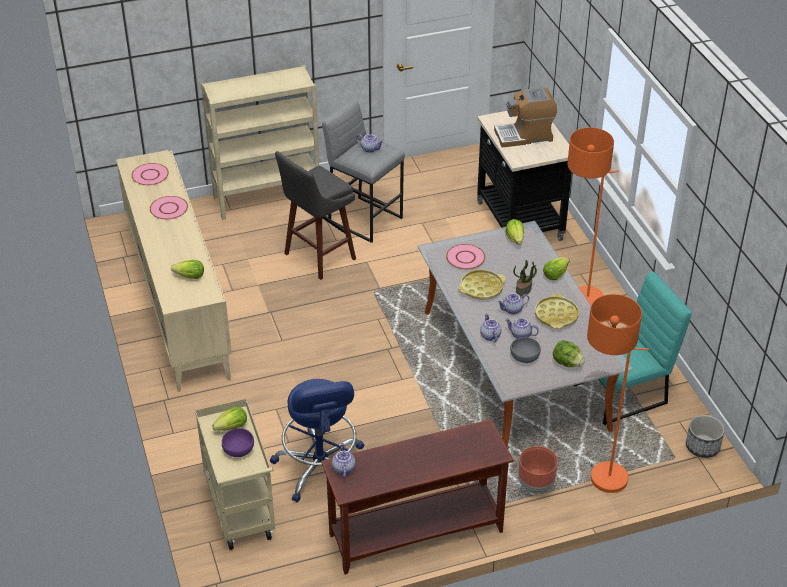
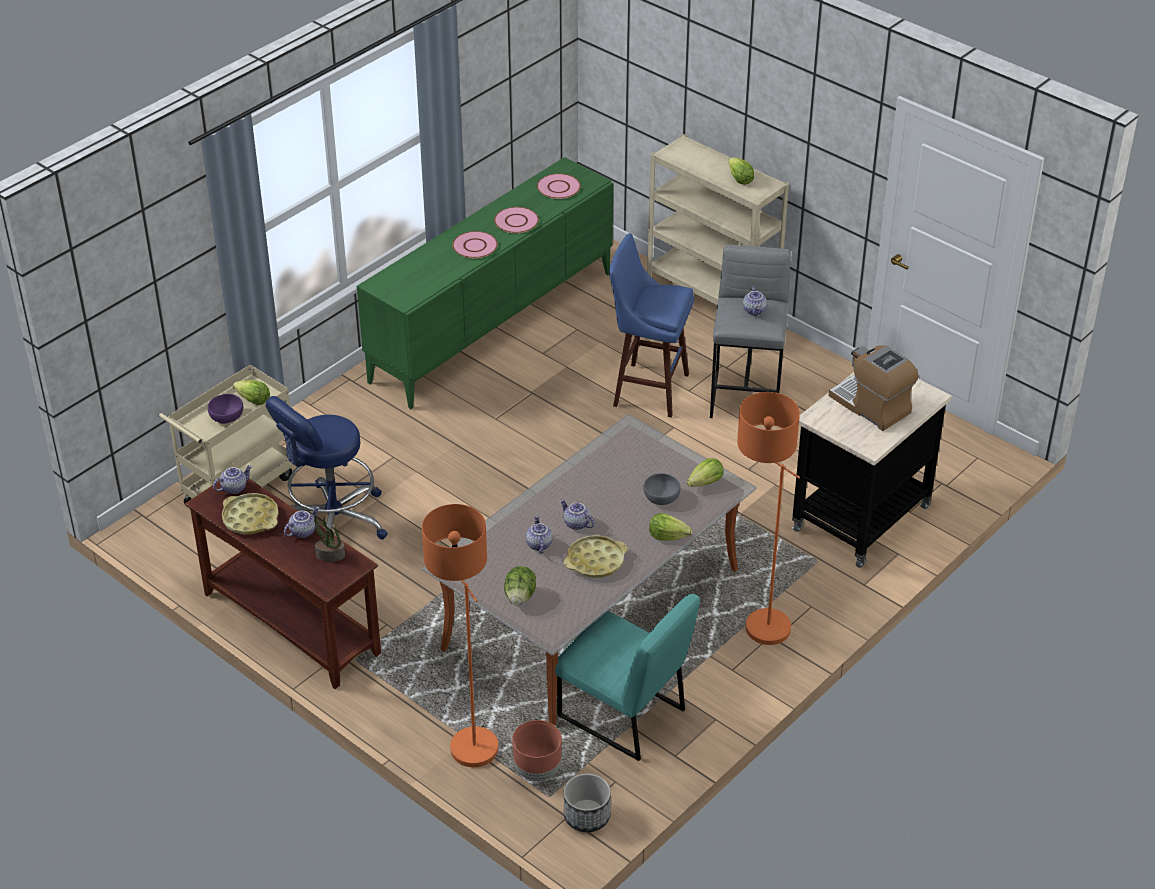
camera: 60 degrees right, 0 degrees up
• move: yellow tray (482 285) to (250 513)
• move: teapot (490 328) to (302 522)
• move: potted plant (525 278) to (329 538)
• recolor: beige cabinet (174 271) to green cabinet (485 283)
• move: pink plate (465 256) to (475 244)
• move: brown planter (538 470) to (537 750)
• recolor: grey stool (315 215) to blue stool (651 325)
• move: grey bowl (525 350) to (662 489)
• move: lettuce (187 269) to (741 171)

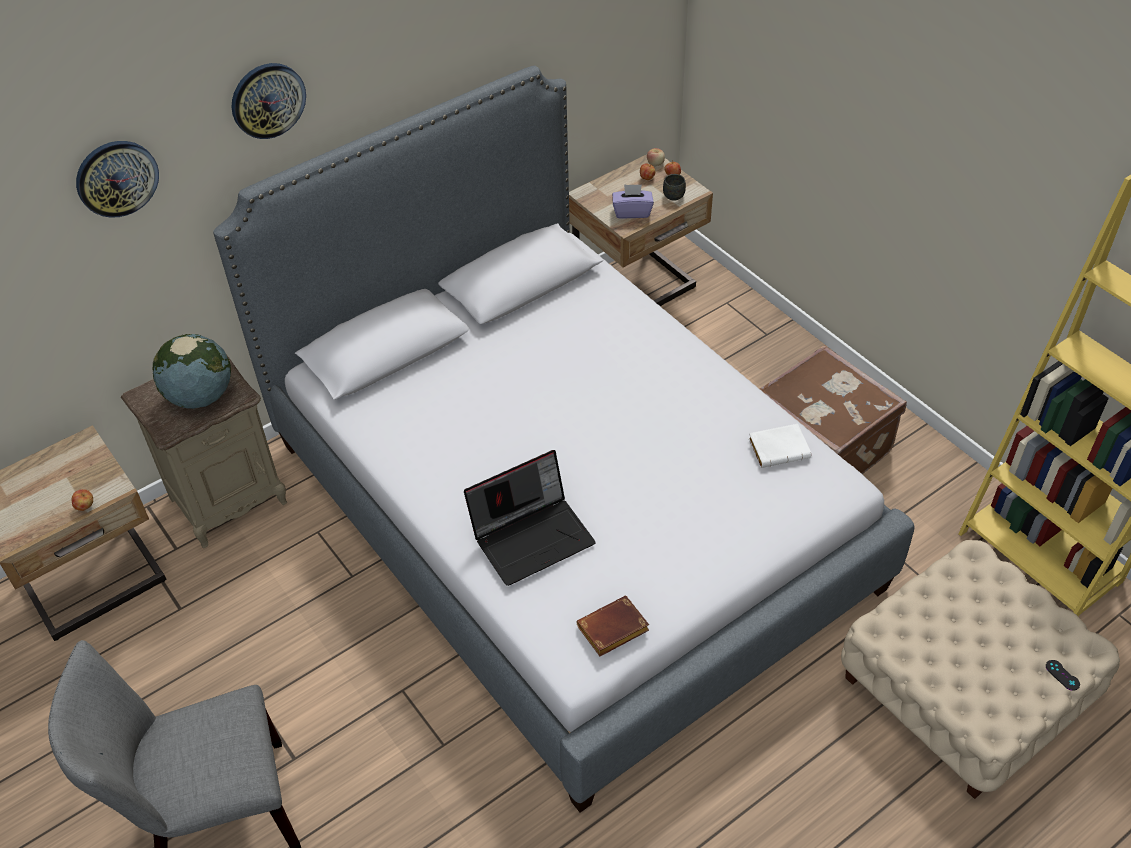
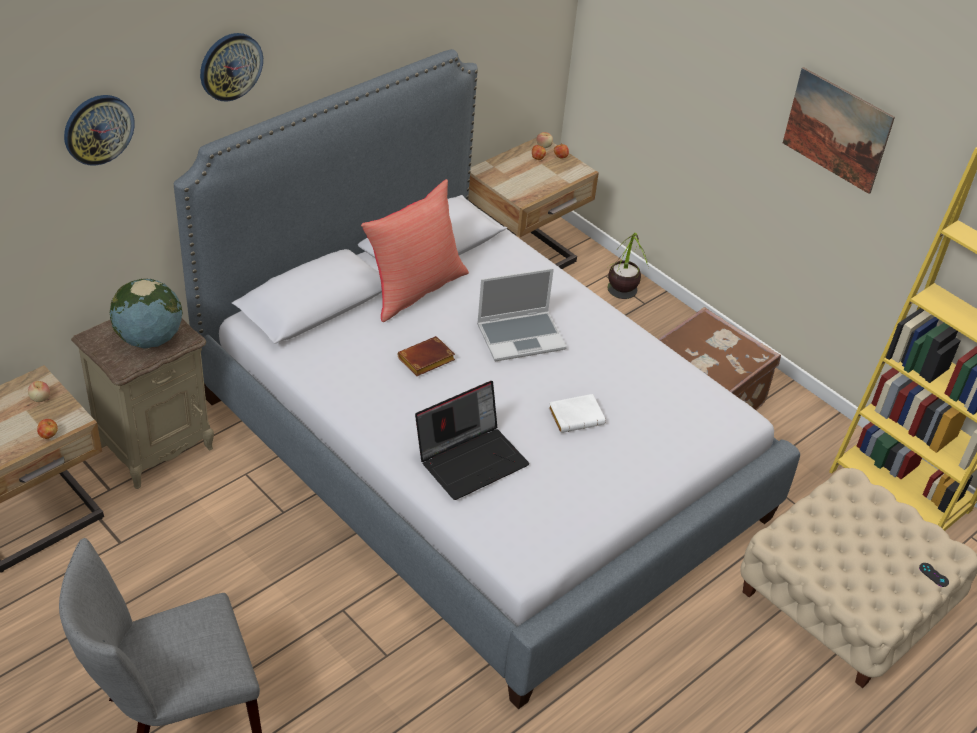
camera: 10 degrees left, 5 degrees down
• insert: apple (39 391)
• insert: red pillow (415 250)
• move: brown book (612 626) to (426 356)
• insert: laptop (522 314)
• move: white book (779 446) to (577 413)
• insert: potted plant (628 266)
• insert: picture (839 130)
• delete: purple tissue box (633 201)
• delete: grey mug (674 187)

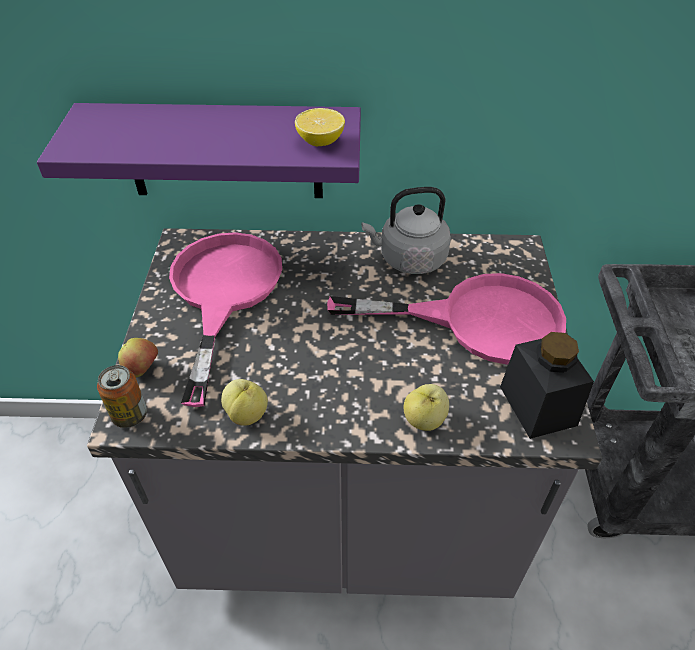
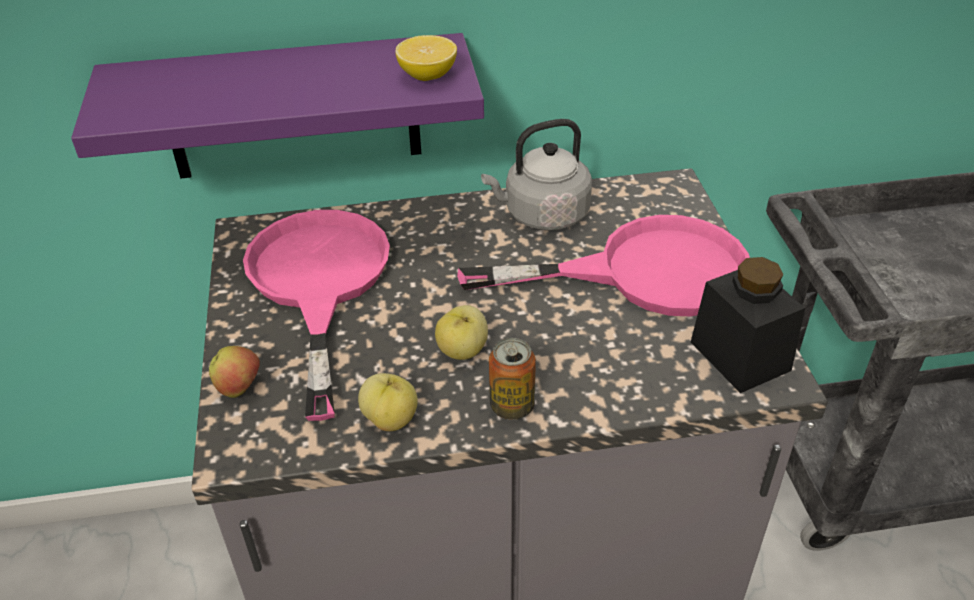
camera: 10 degrees left, 5 degrees down
• move: apple (426 407) to (461 332)
• move: can (122 396) to (512 379)

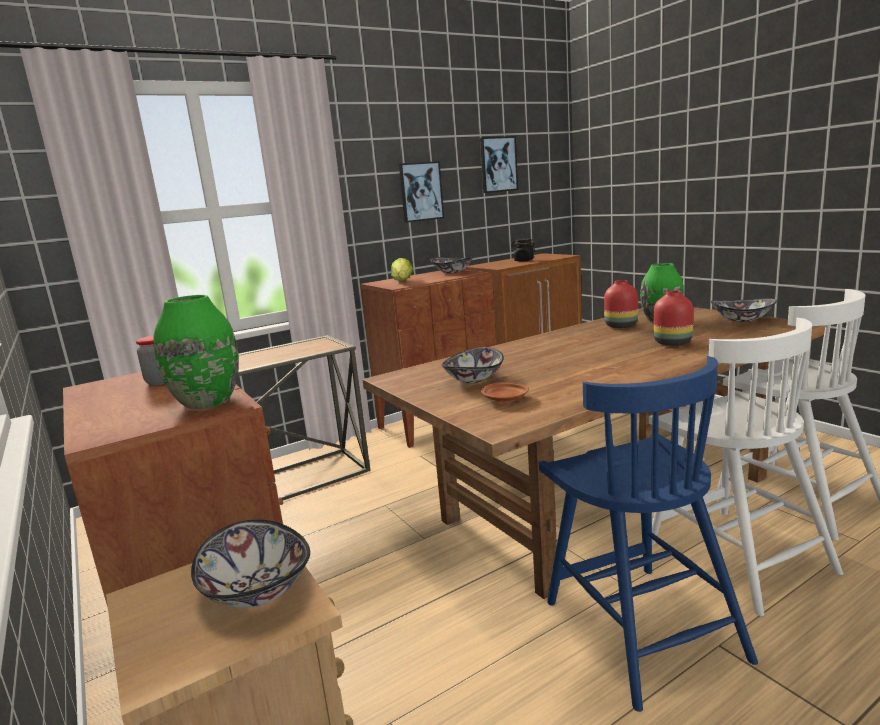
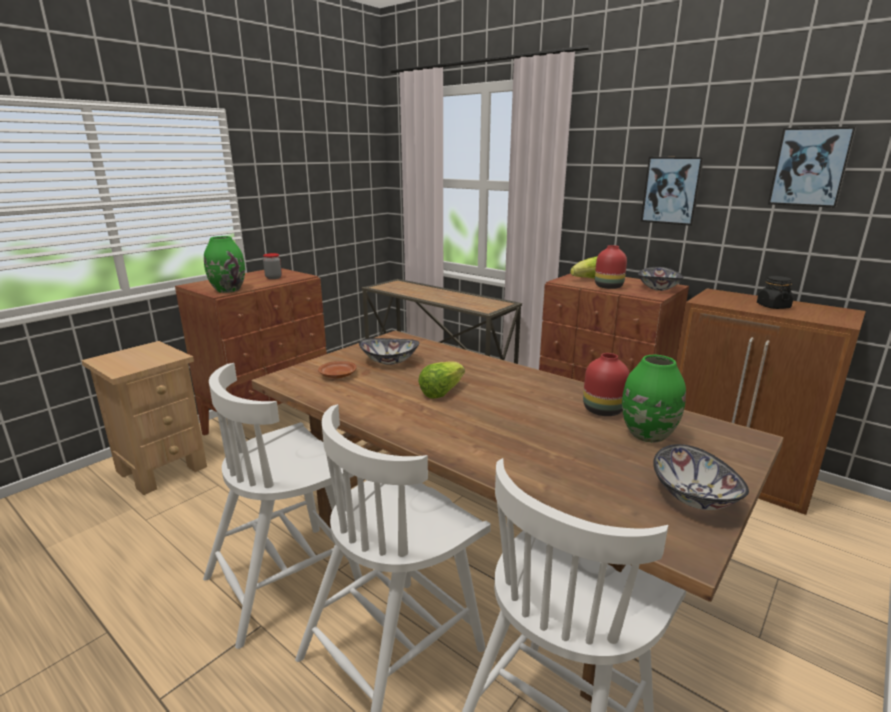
camera: 70 degrees right, 5 degrees up
• recolor: blue chair (648 534) to white chair (282 506)
• insert: lettuce (441 380)
• move: red vase (673 318) to (611 267)
• delete: bowl (250 564)

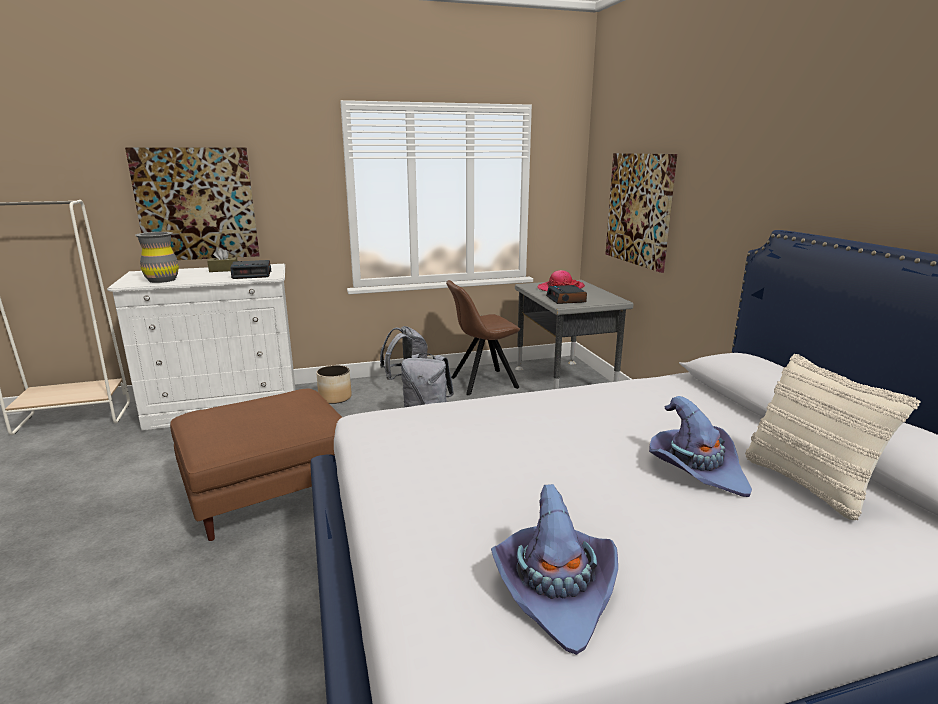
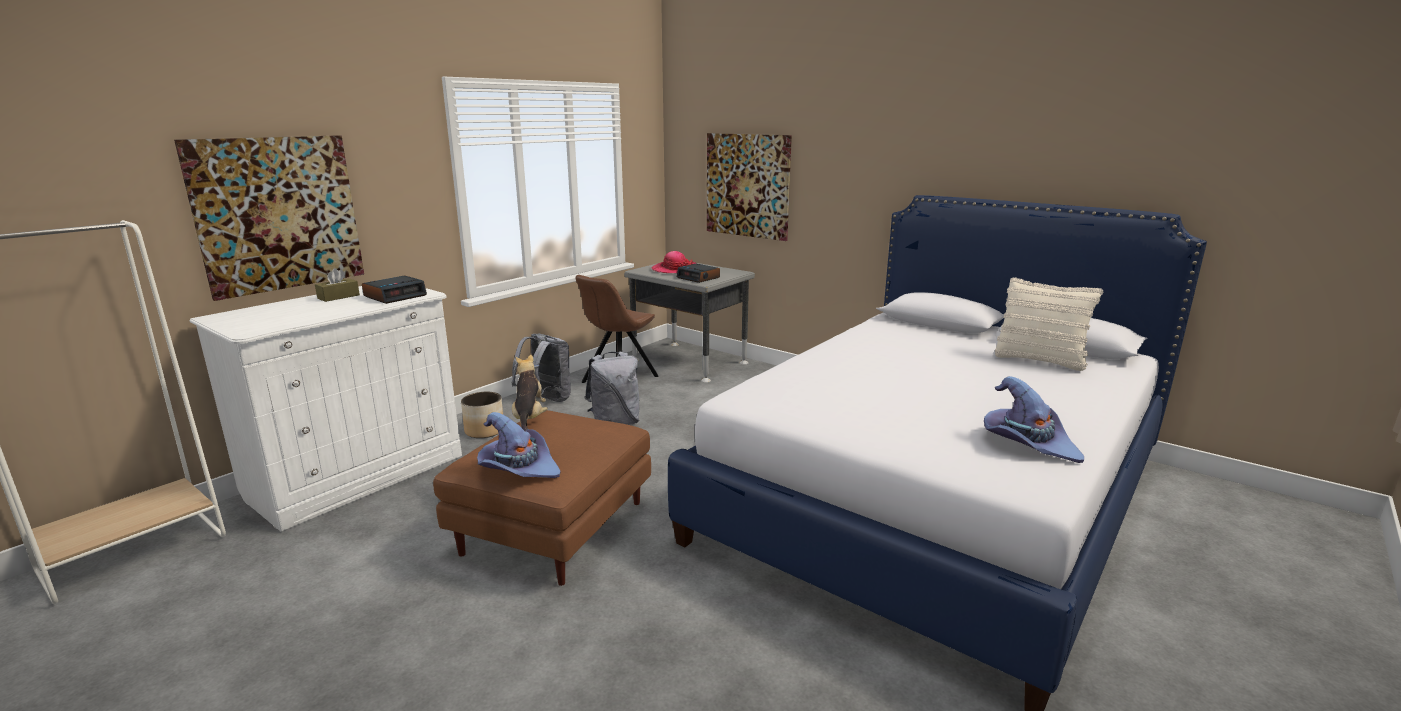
camera: 35 degrees left, 0 degrees up
• move: purple hat (700 446) to (518 445)
• insert: plush toy (530 392)
• delete: grey vase (157 257)

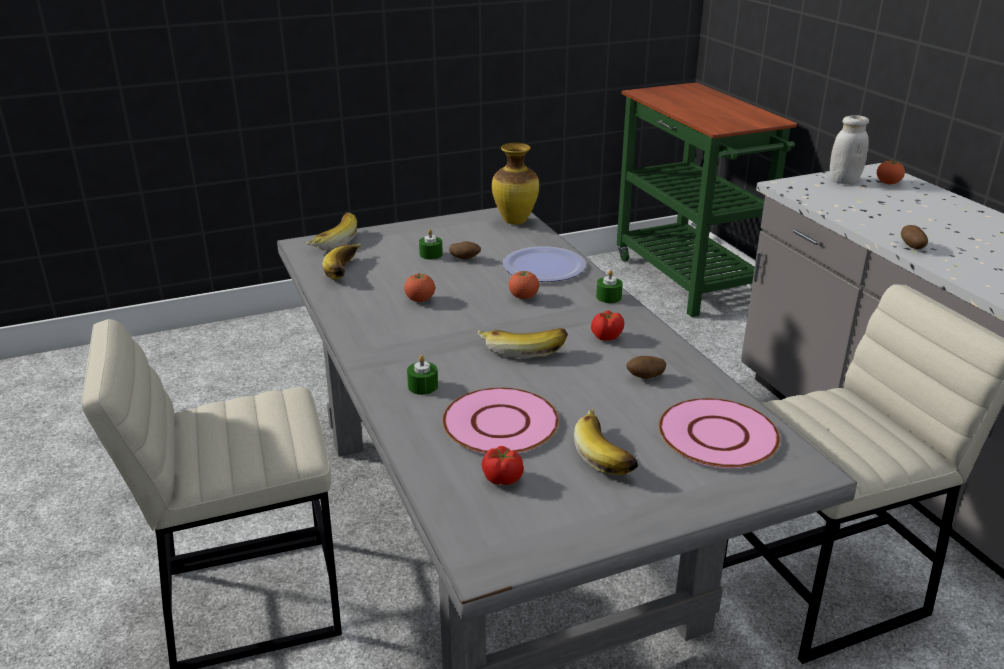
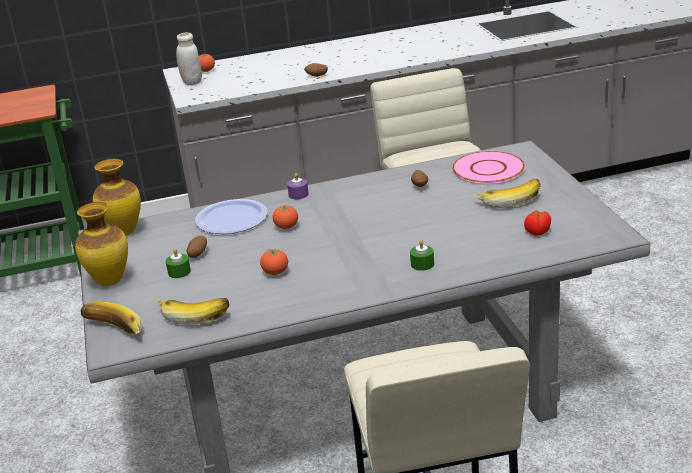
camera: 80 degrees left, 0 degrees up
• insert: vase (101 244)
• recolor: green candle (609 286) to purple candle (298 186)
• delete: pink plate (500 421)
• delete: banana (522 343)
• delete: tomato (607 325)

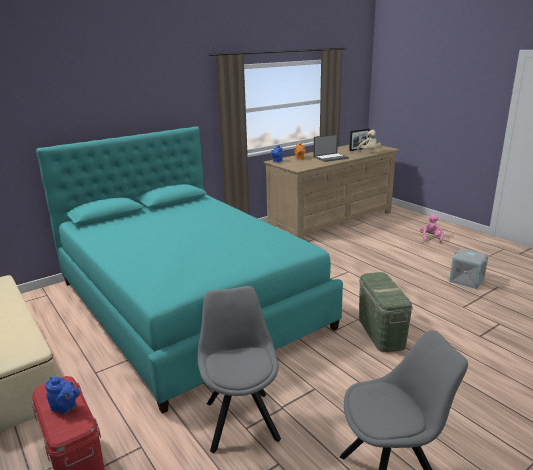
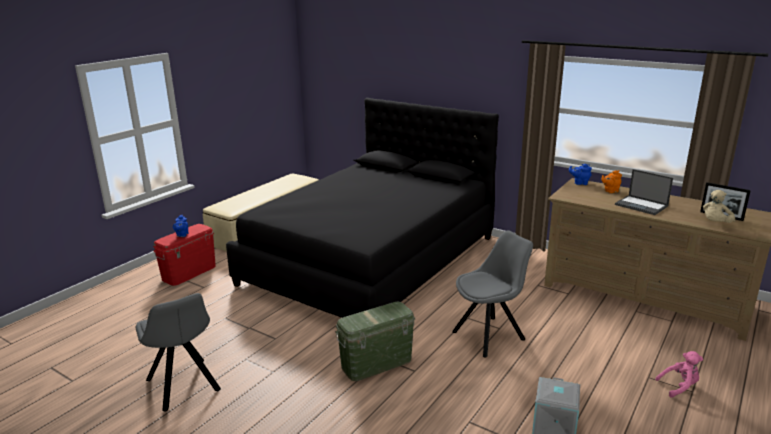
camera: 70 degrees right, 0 degrees up
• recolor: turquoise bed (189 270) to black bed (362 208)
• move: grey chair (239 369) to (492 293)

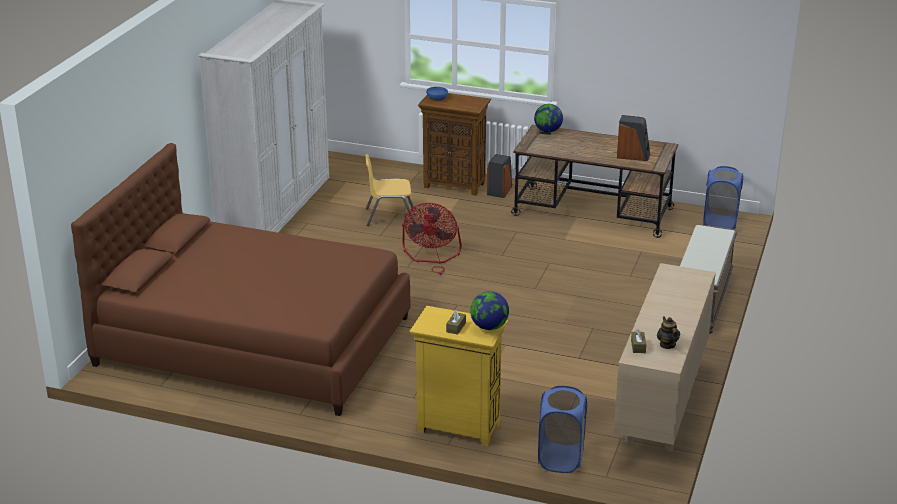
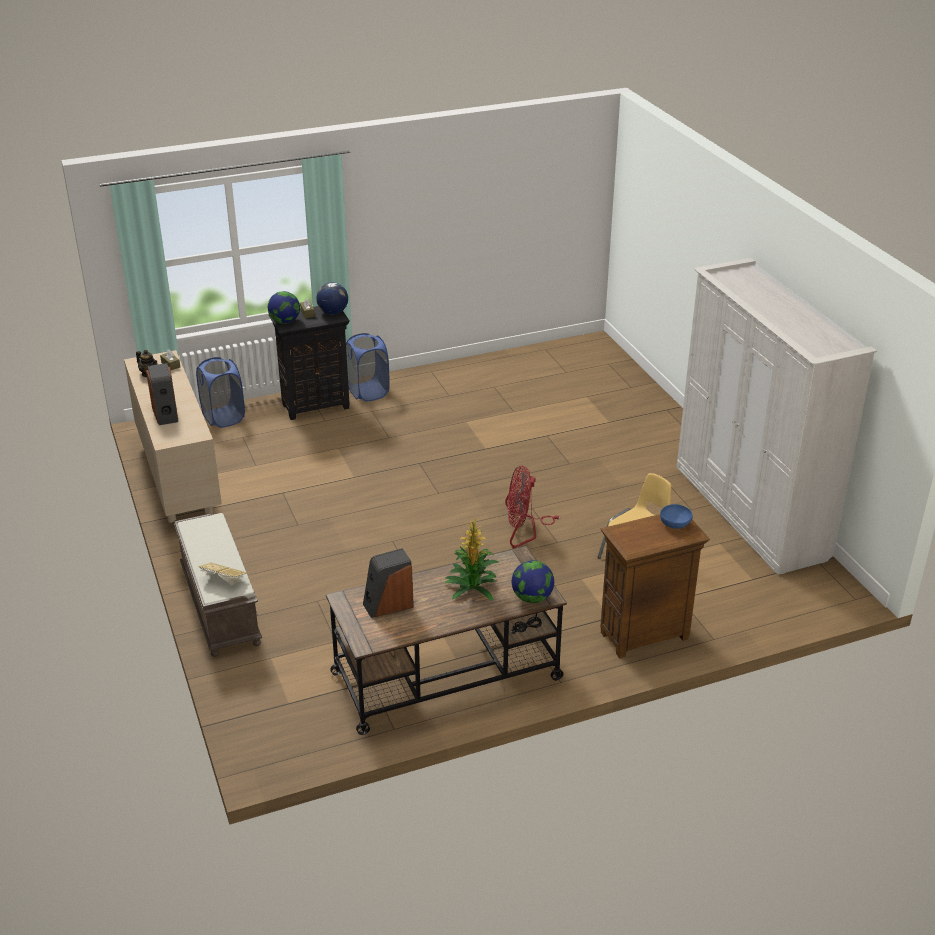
camera: 140 degrees right, 5 degrees up
• move: speaker (499 176) to (162 394)
• insert: book (222 574)
• recolor: yellow cabinet (458 376) to black cabinet (309 363)
• insert: globe (332 298)
• move: blue laundry basket (723 197) to (368 367)
• insert: potted plant (471 559)
• rotate: red fan (432 239) = (532 507) 120 degrees clockwise
• delete: brown bed (241 279)

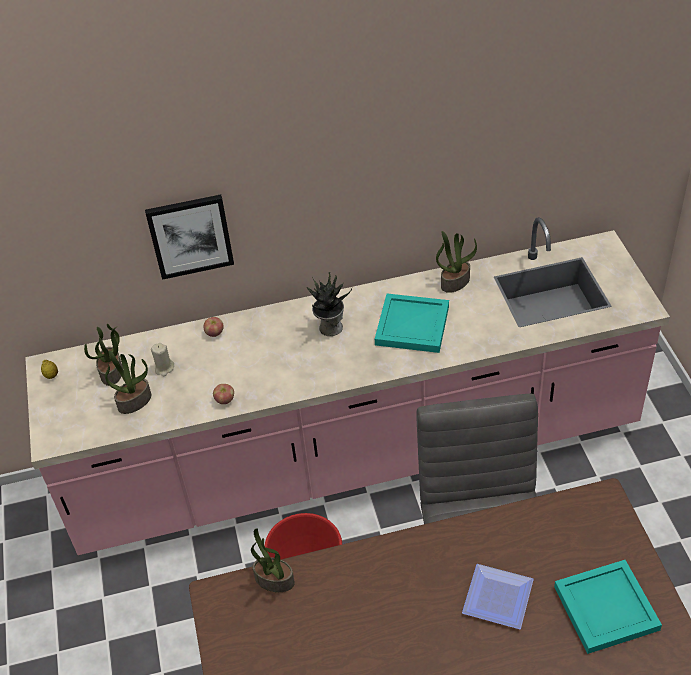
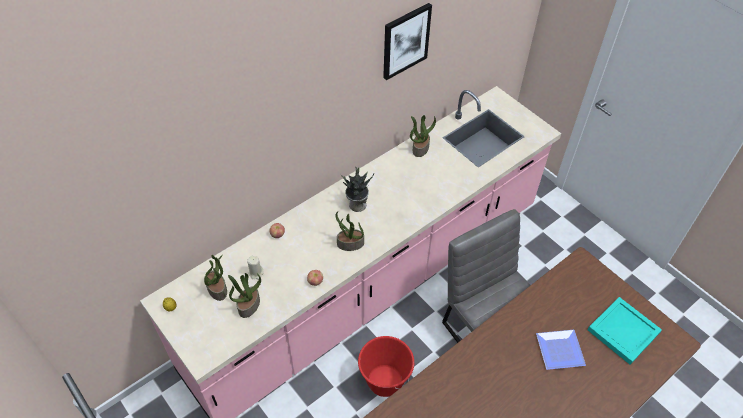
camera: 30 degrees left, 5 degrees up
• move: potted plant (273 560) to (350 231)
• move: picture (189 237) to (407 41)
• delete: turquoise tray (412 323)

